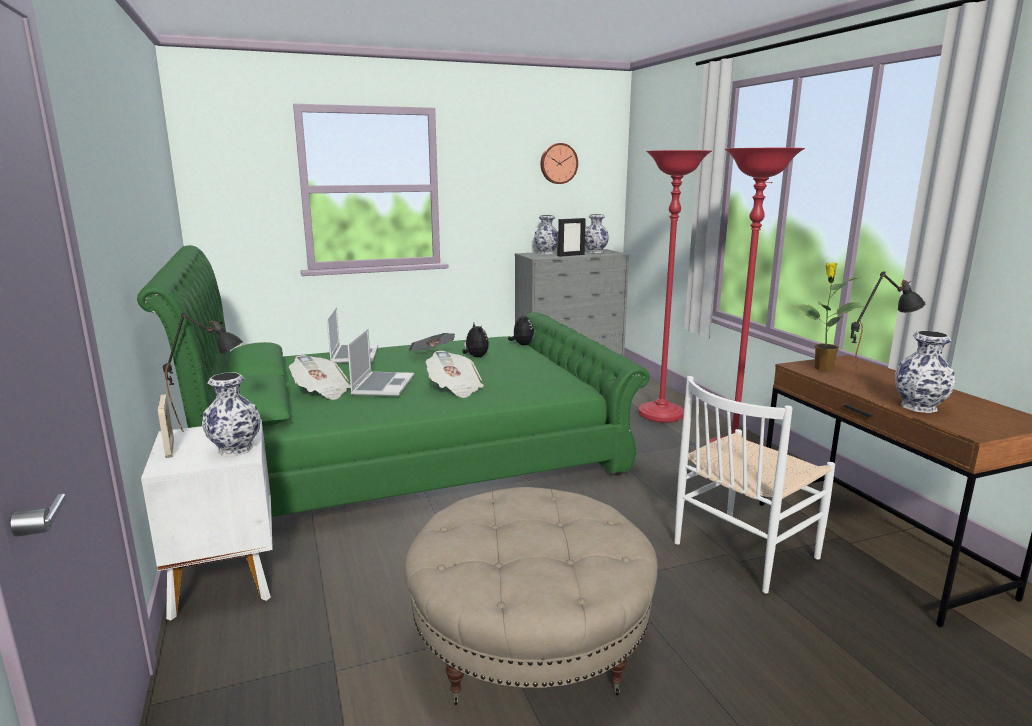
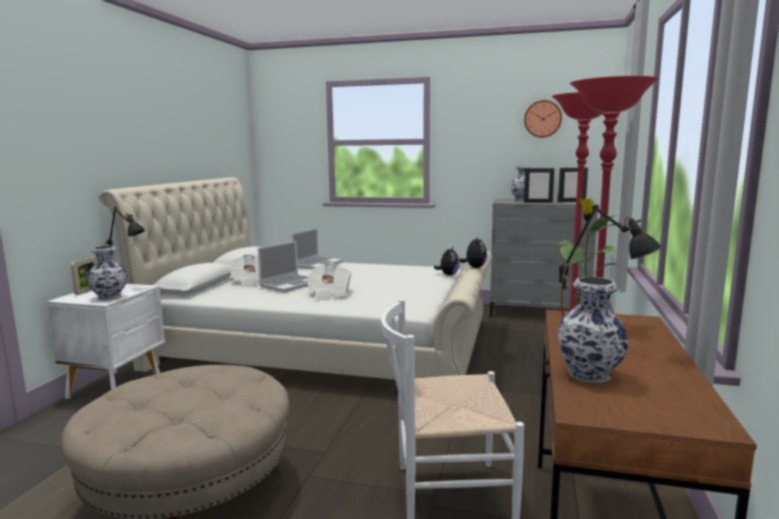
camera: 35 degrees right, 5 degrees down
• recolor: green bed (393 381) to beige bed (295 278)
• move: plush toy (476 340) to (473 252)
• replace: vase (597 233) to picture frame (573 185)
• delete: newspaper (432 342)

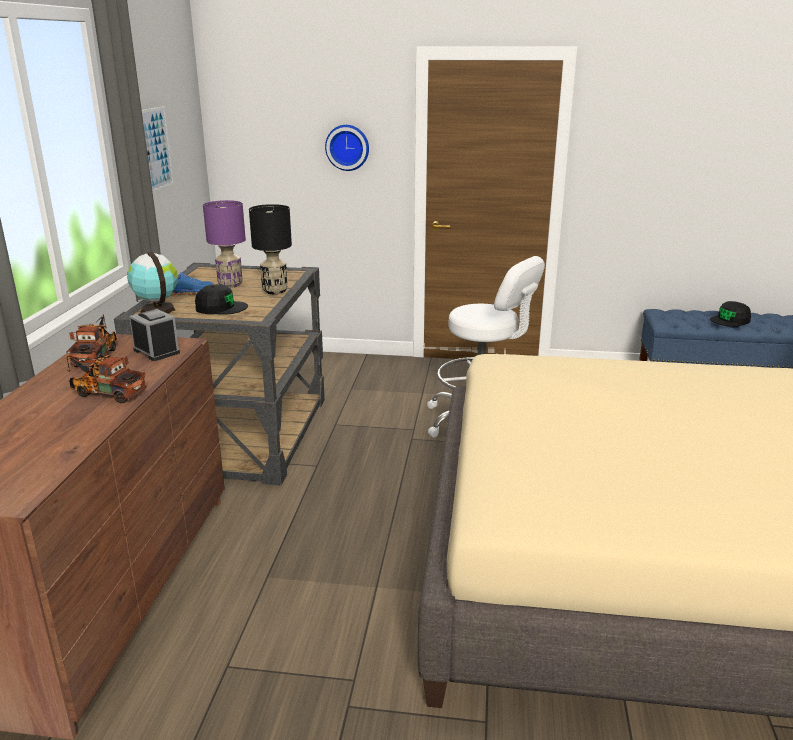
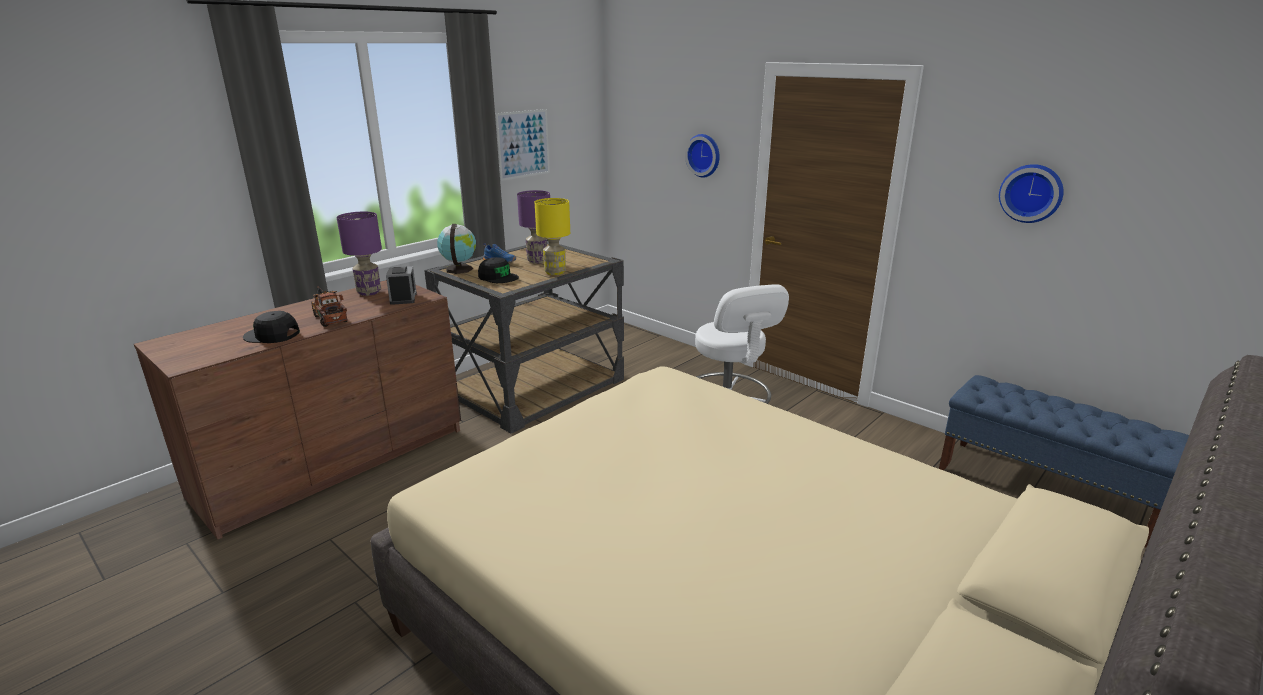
camera: 35 degrees right, 0 degrees up
• move: black cap (730 314) to (271 327)
• replace: toy truck (92 341) to purple table lamp (359 254)
• recolor: black table lamp (270 249) to yellow table lamp (552 236)
• insert: wall clock (1031 193)

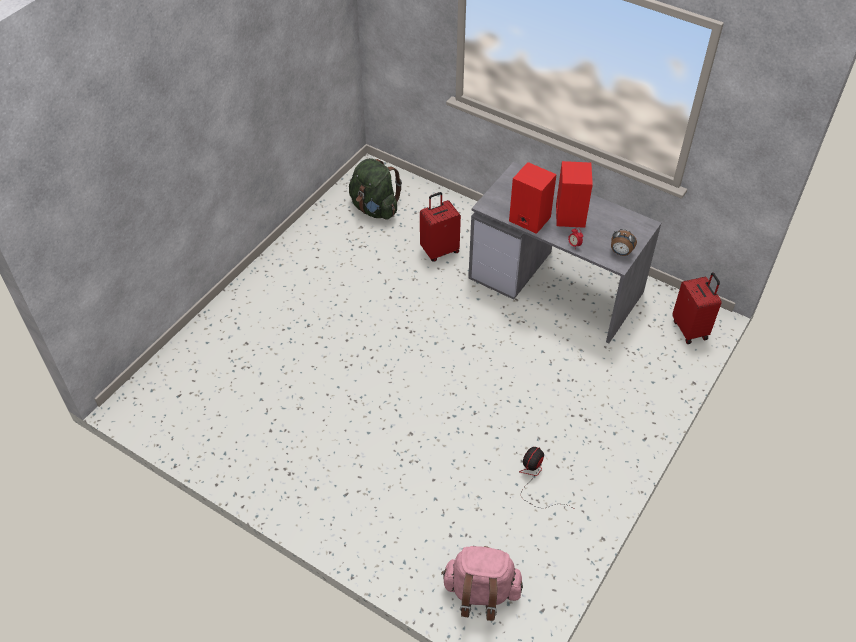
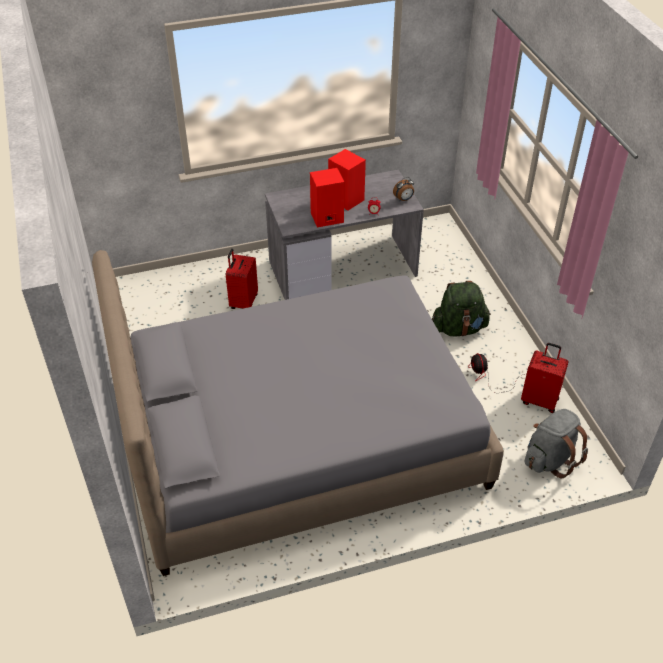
camera: 50 degrees left, 5 degrees down
• insert: grey bed (298 413)
• move: green backpack (375 189) to (461 309)
• move: red suitcase (697 308) to (544 378)
• recolor: pink backpack (482 583) to grey backpack (556 443)

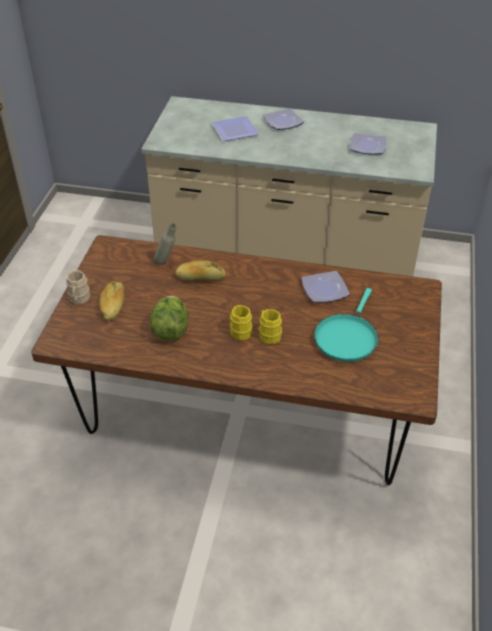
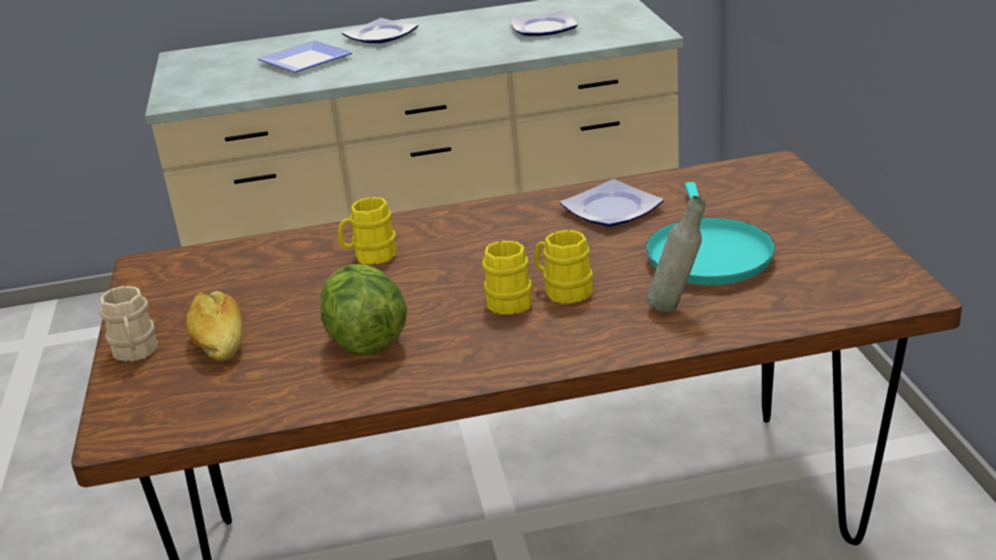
camera: 20 degrees left, 15 degrees down
• replace: bread (200 270) to yellow mug (367 231)
• move: grey bottle (165 244) to (676 254)

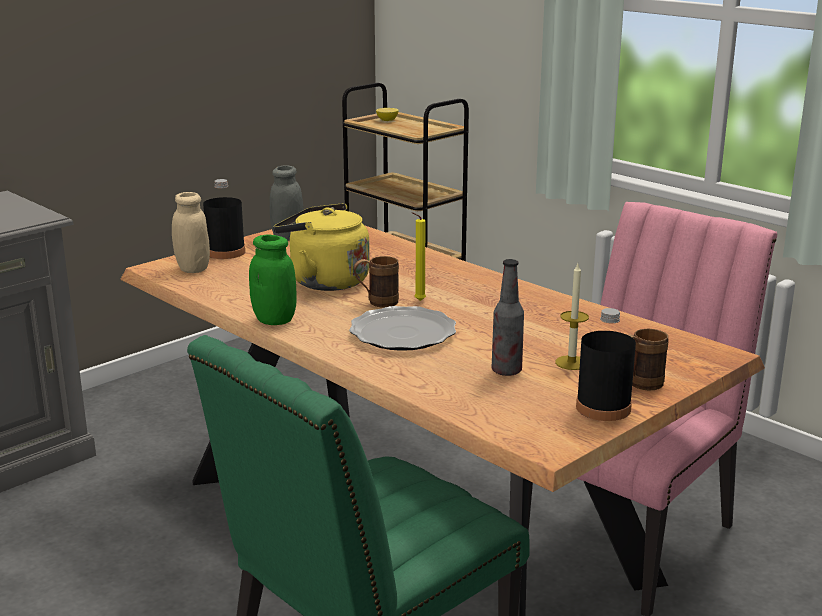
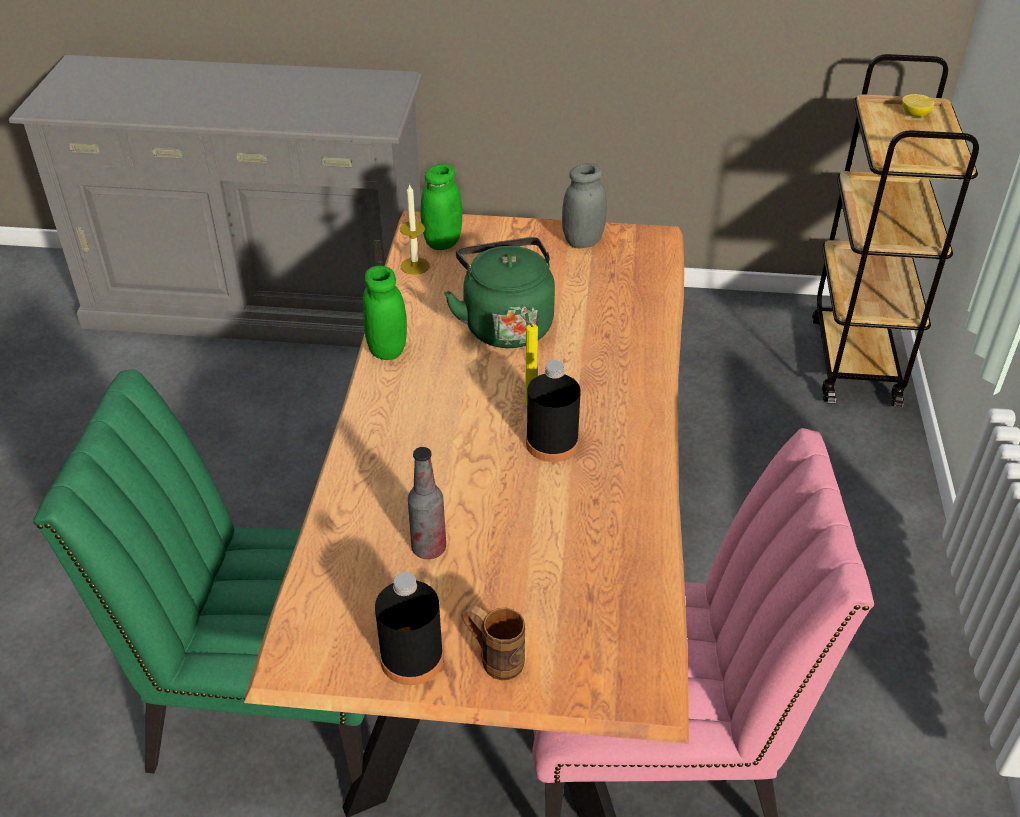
camera: 50 degrees right, 20 degrees up
• move: candle (572 317) to (415 229)
• recolor: beige jar (191 232) to green jar (441 207)
• recolor: yellow kettle (321 247) to green kettle (499 292)
• move: black bottle (224 219) to (553 411)
• delete: plate (402 328)
• delete: brown mug (376 282)

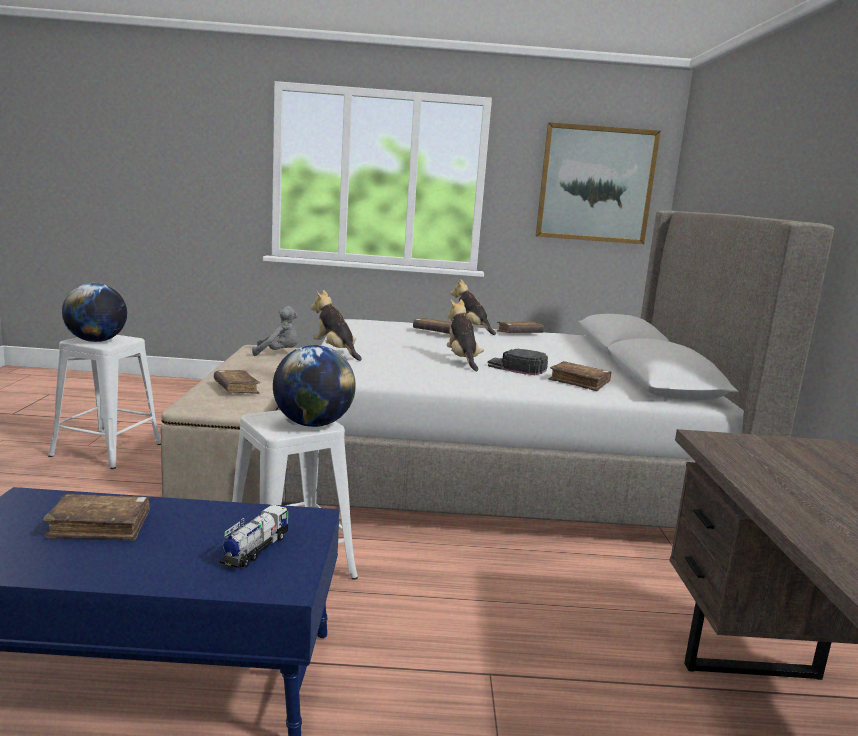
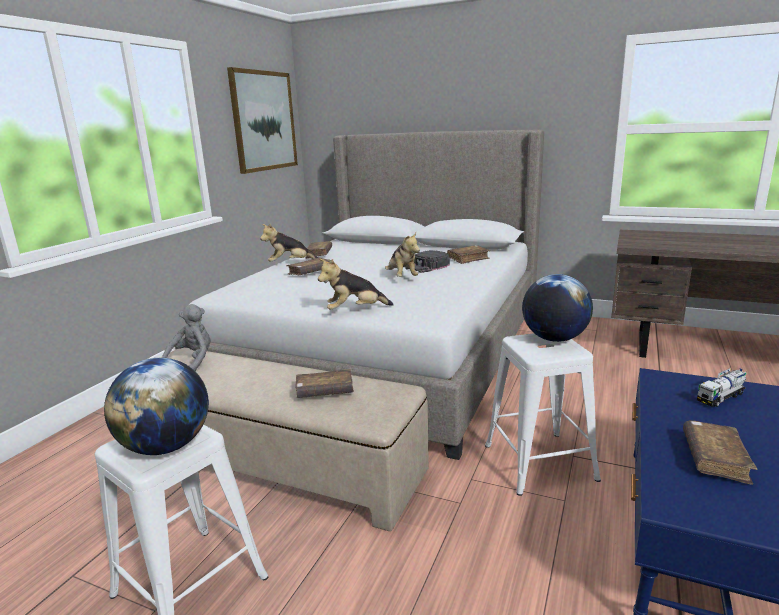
camera: 65 degrees left, 5 degrees up
• rotate: plush toy (465 335) = (402 254) 120 degrees counterclockwise
• rotate: toy truck (254 536) = (721 387) 75 degrees counterclockwise

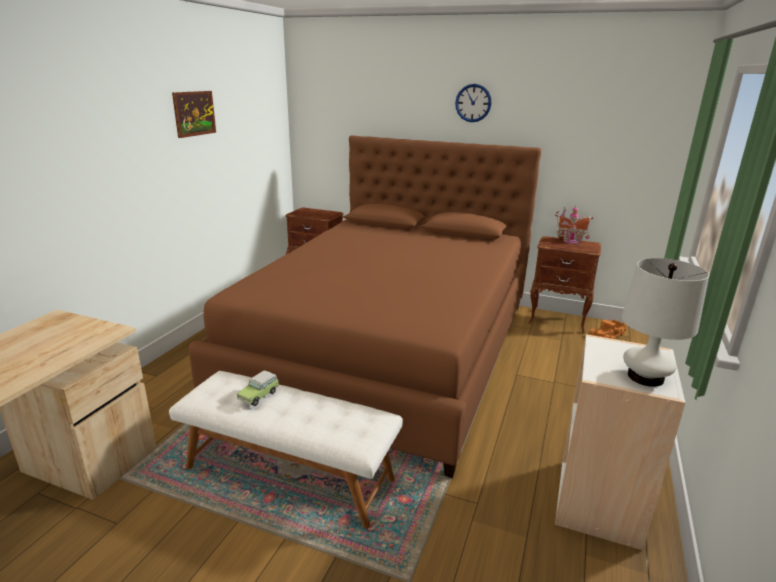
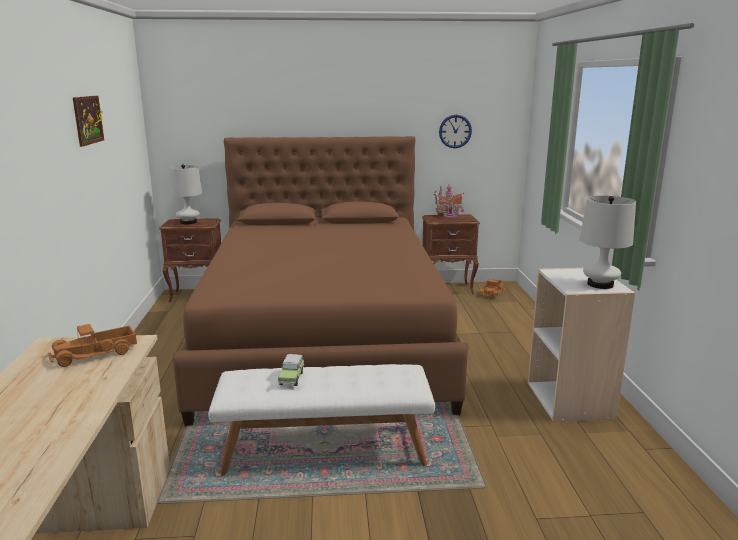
camera: 25 degrees left, 5 degrees down
• insert: toy truck (93 345)
• insert: white table lamp (185 194)
• move: wall clock (473 103) to (455 131)

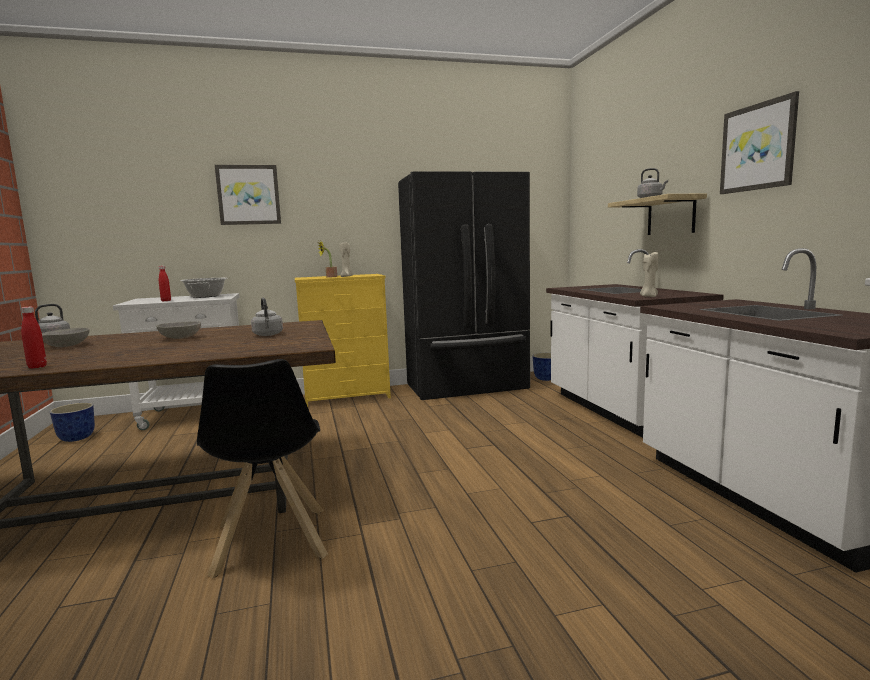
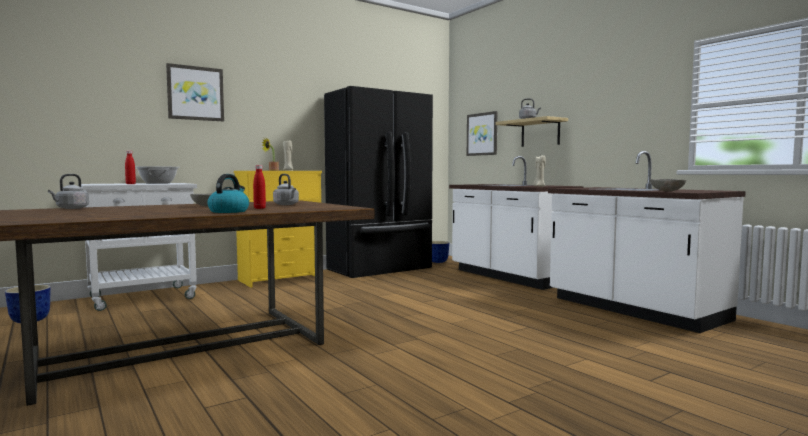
camera: 20 degrees left, 5 degrees down
• insert: kettle (228 193)
• move: red bottle (34 338) to (259 187)
• move: picture (759 142) to (482 133)
• move: grey bowl (66 337) to (668 185)
• delete: black chair (262 468)

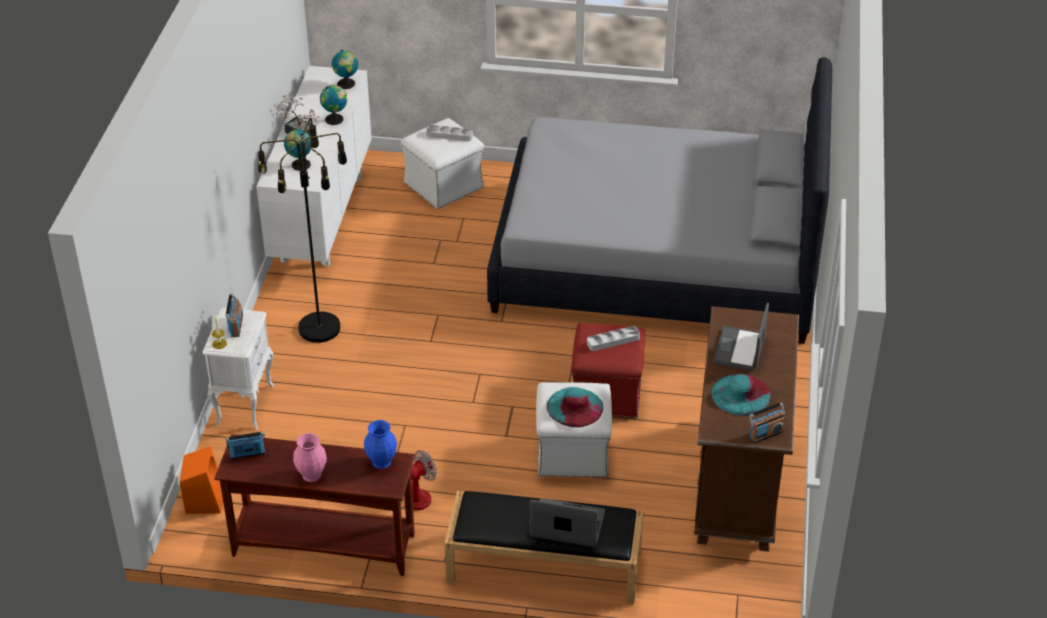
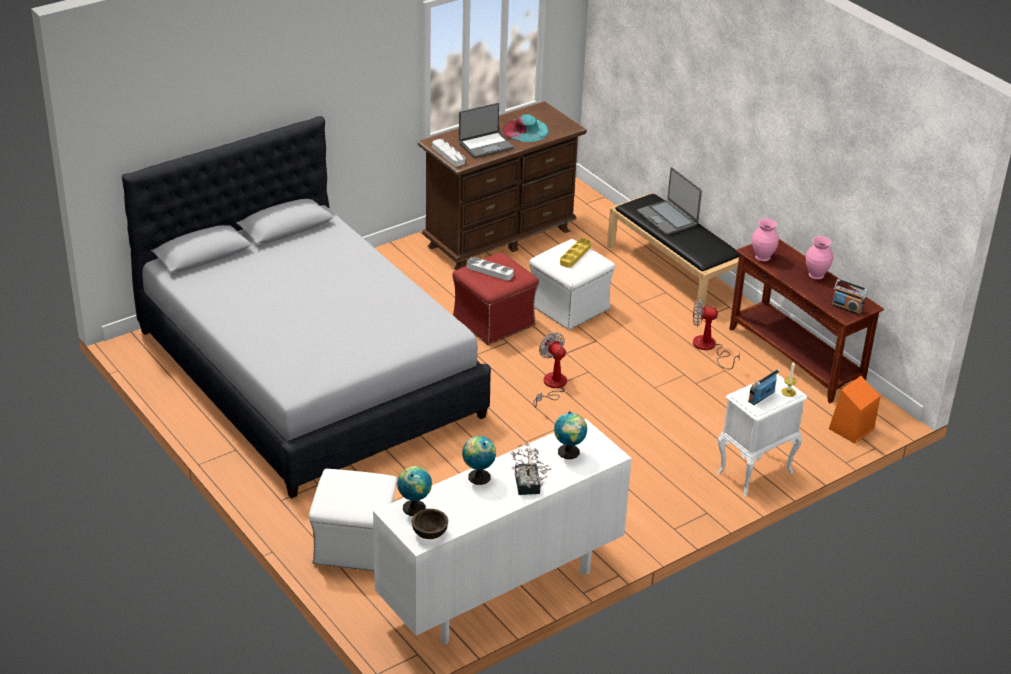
camera: 135 degrees left, 5 degrees down
• insert: brown bowl (430 524)
• move: grey tray (449 133) to (448 152)
• insert: fan (550 370)
• replace: turquoise hat (575 407) to yellow tray (575 253)
• recolor: blue vase (380 444) to pink vase (765 240)
• delete: floor lamp (302 230)
• delete: radio (767 422)

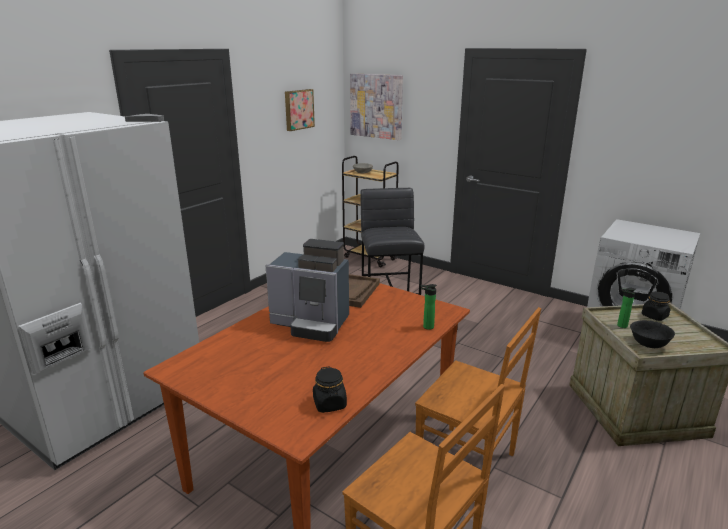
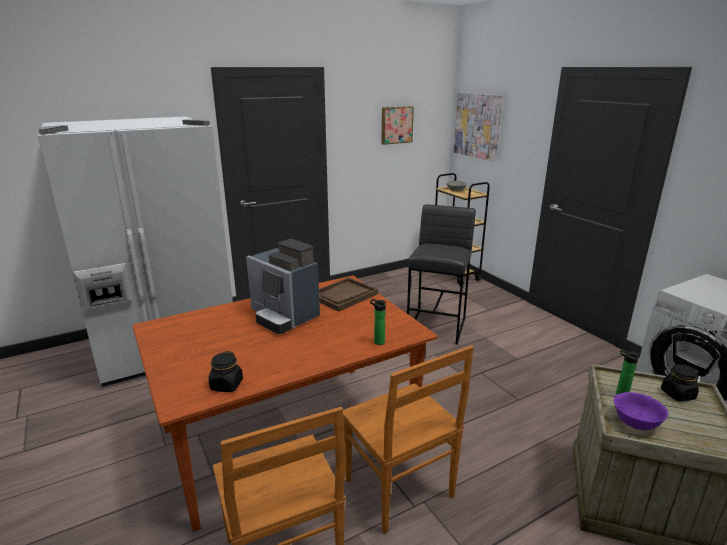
camera: 25 degrees right, 0 degrees up
• recolor: black bowl (652 334) to purple bowl (641 411)

